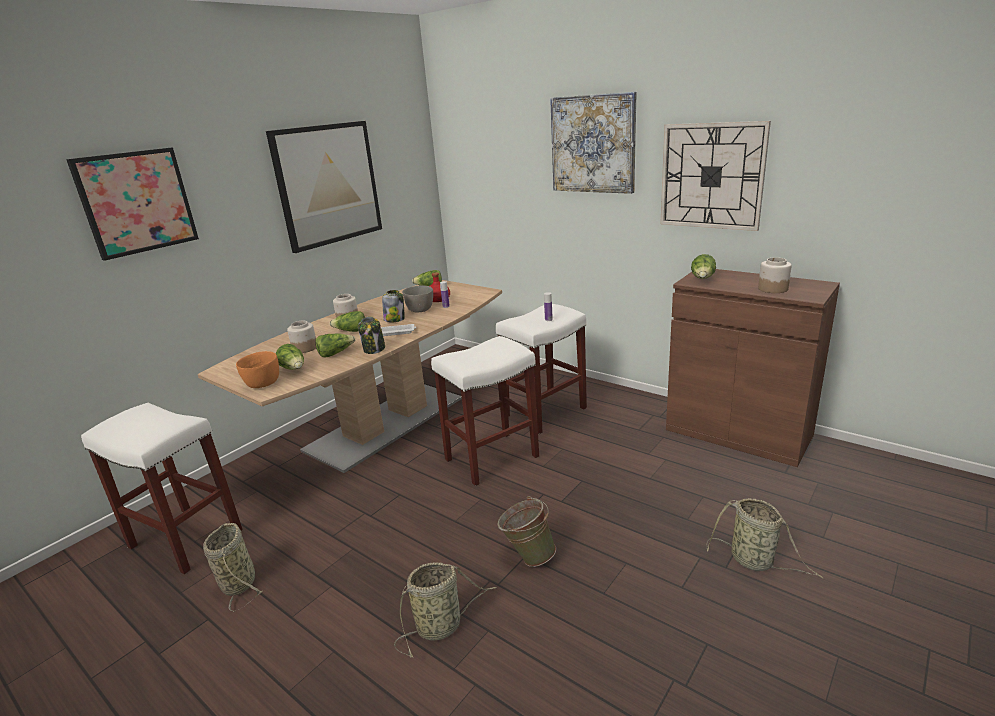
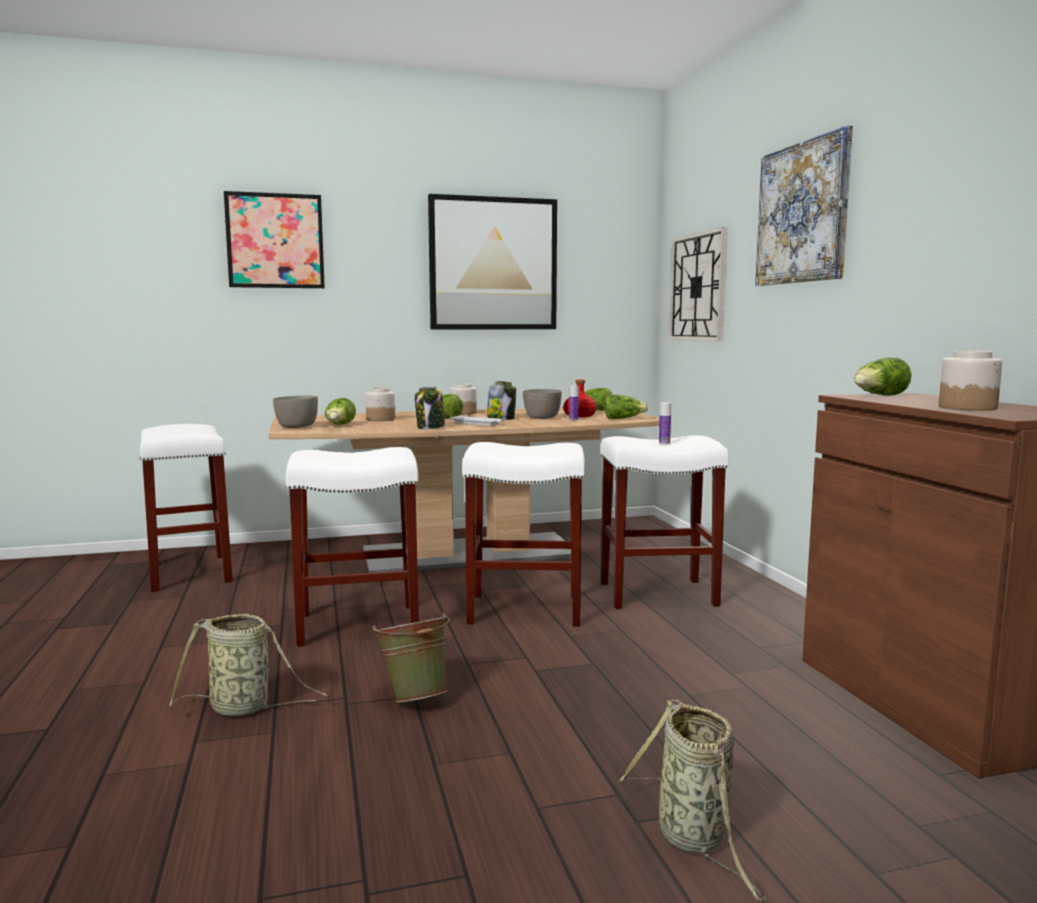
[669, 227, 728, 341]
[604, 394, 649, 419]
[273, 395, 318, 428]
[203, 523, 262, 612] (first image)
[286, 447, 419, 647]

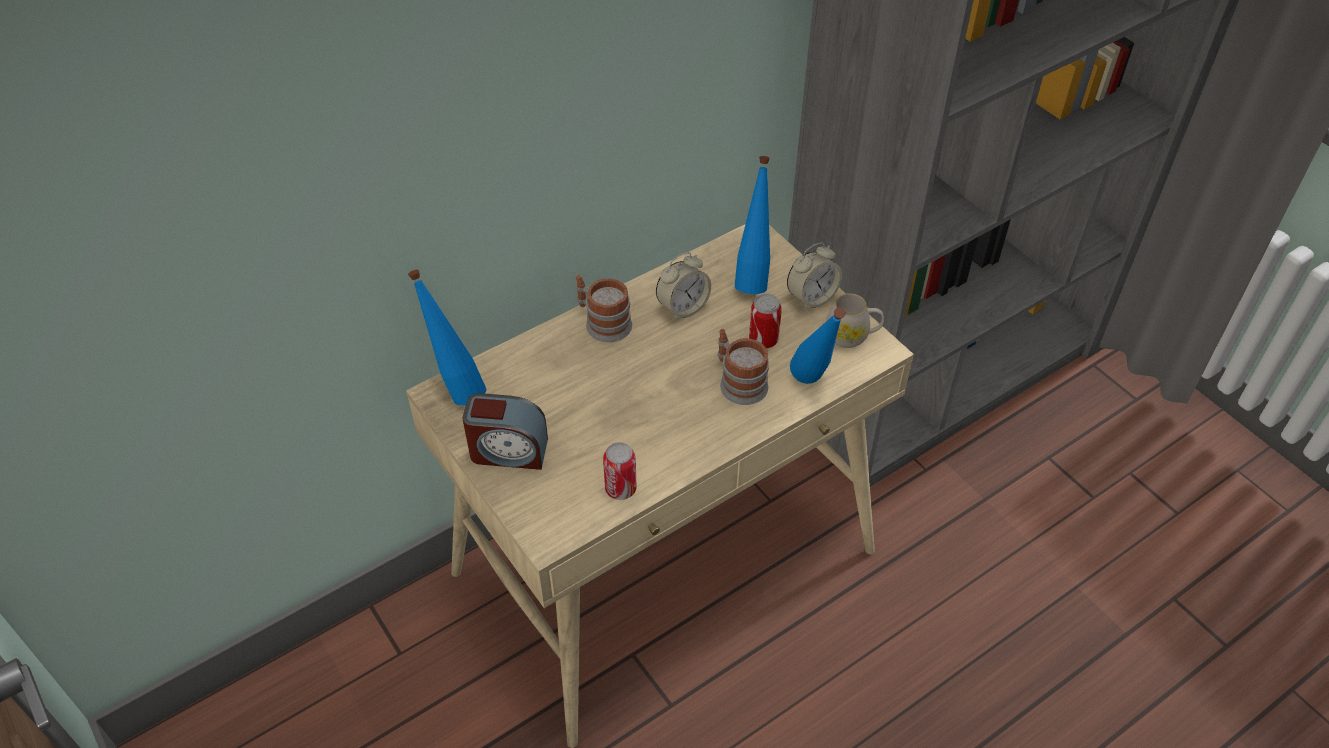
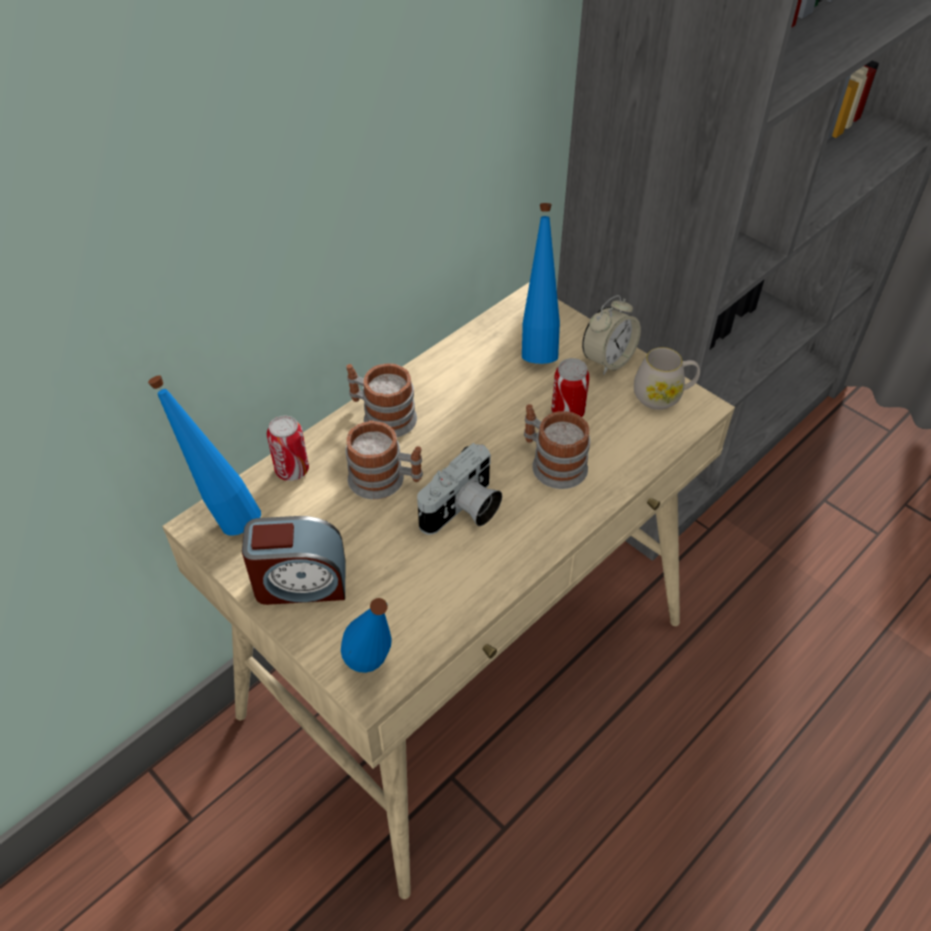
[656, 252, 711, 321] (first image)
[341, 598, 392, 673]
[267, 416, 309, 481]
[346, 420, 423, 499]
[417, 443, 502, 535]

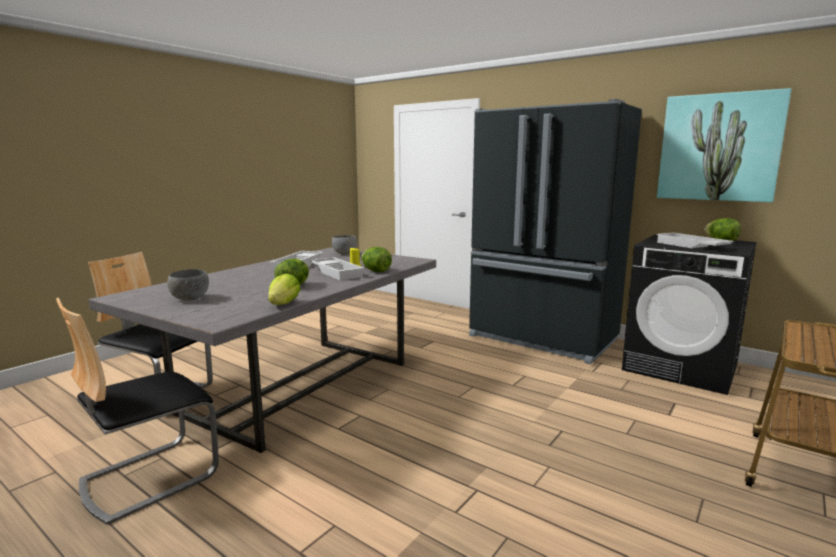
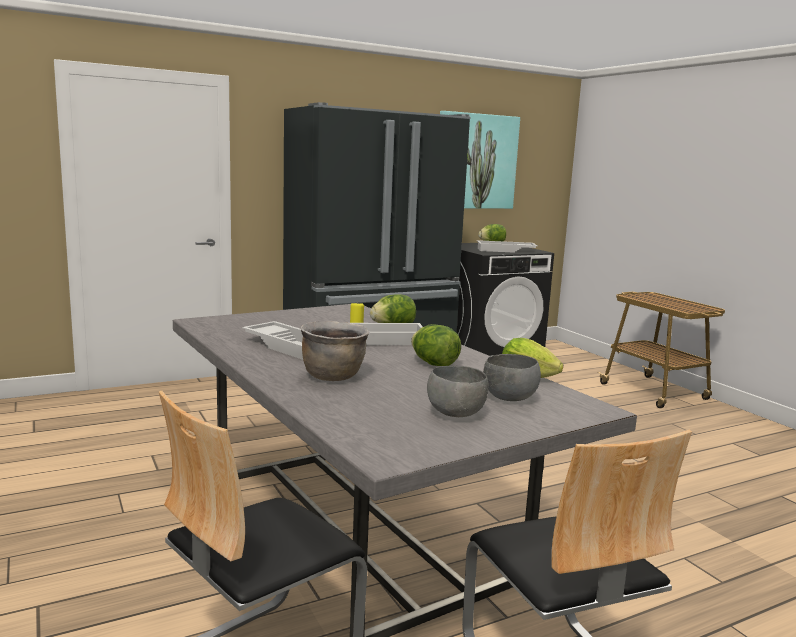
[483, 354, 541, 401]
[300, 321, 369, 381]

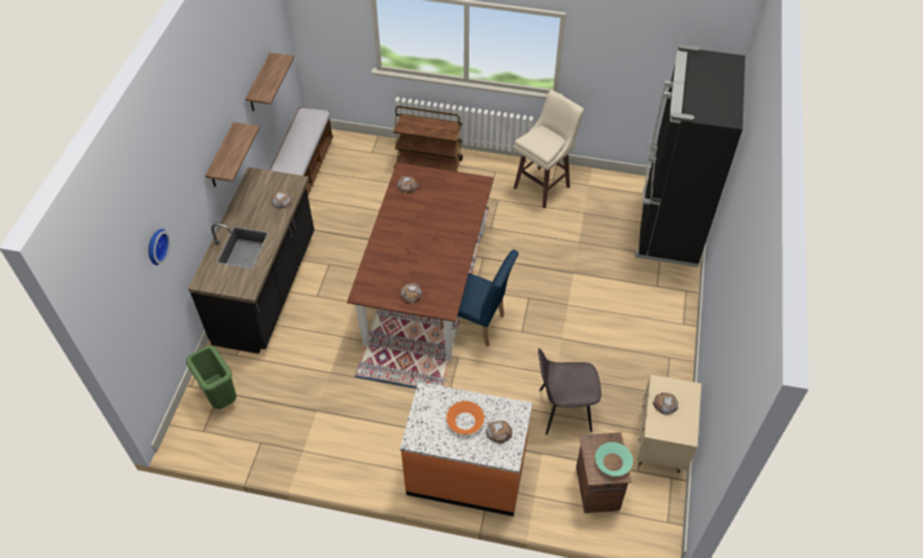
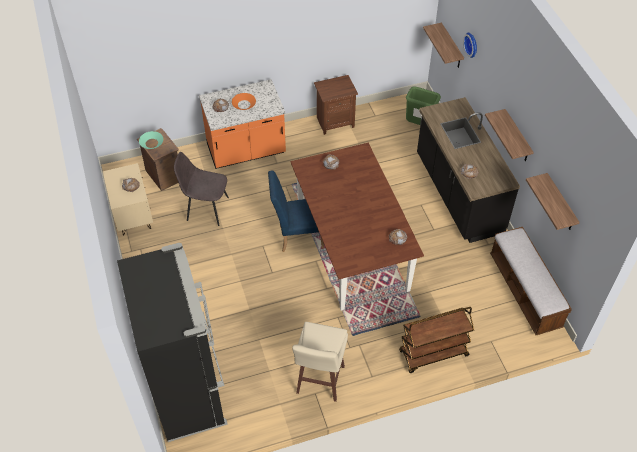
[174, 152, 229, 226]
[423, 23, 464, 68]
[314, 75, 358, 135]

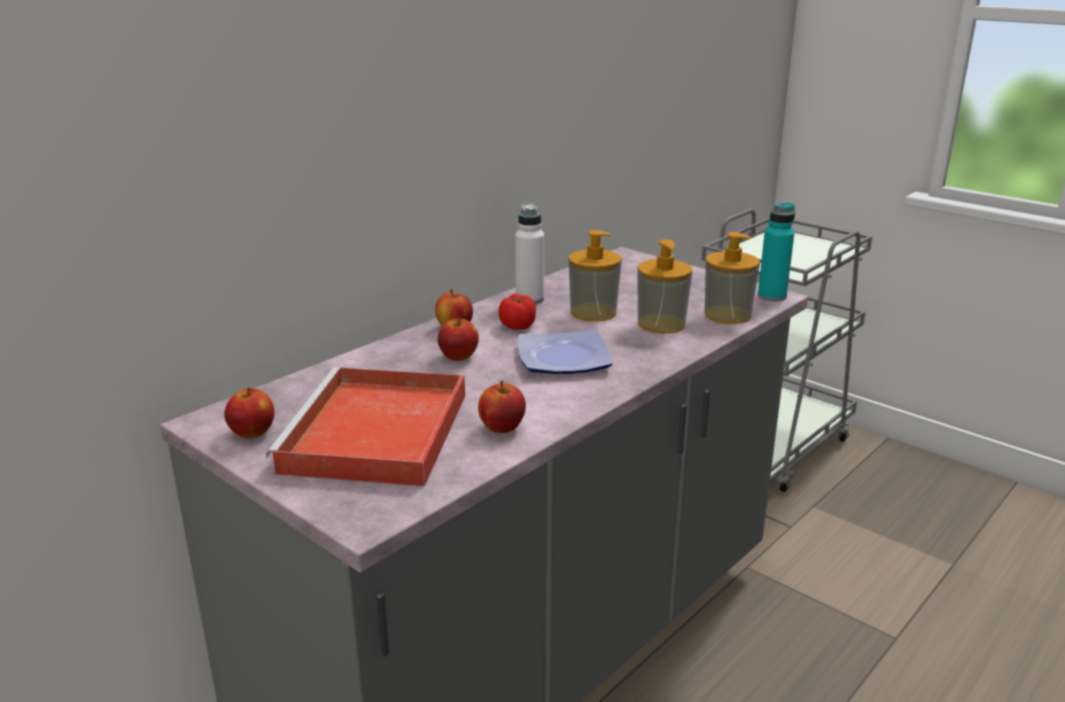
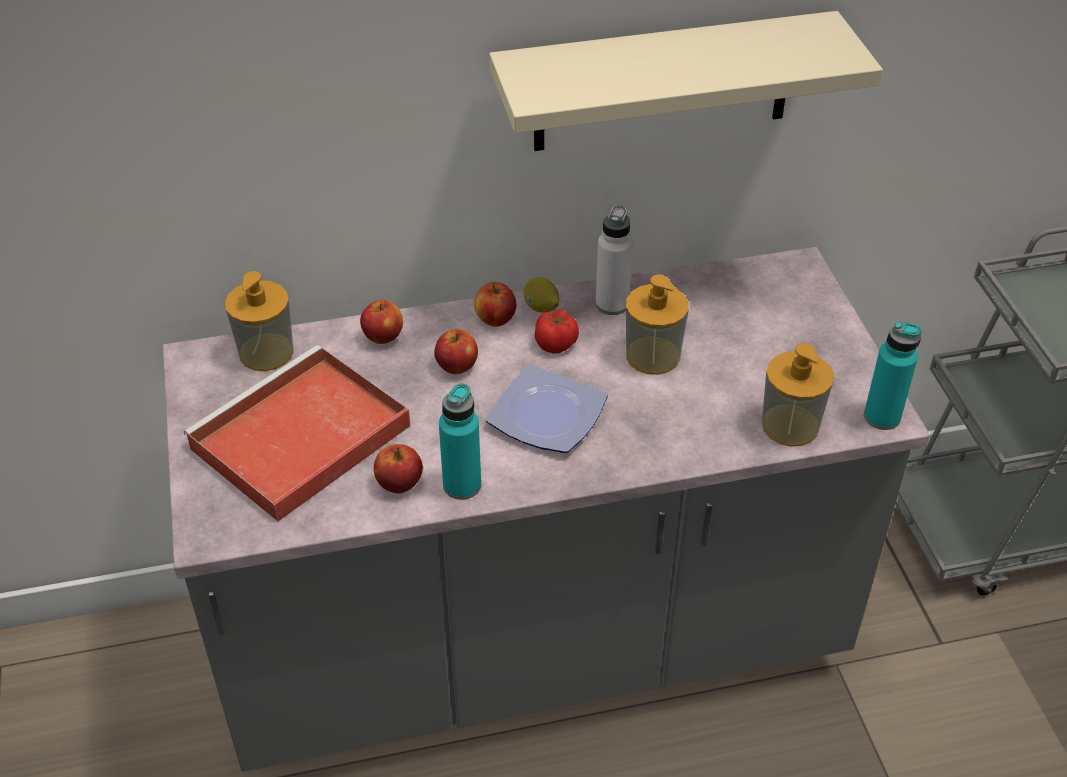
[225, 271, 294, 371]
[360, 300, 403, 344]
[489, 11, 883, 151]
[524, 277, 559, 313]
[439, 383, 481, 500]

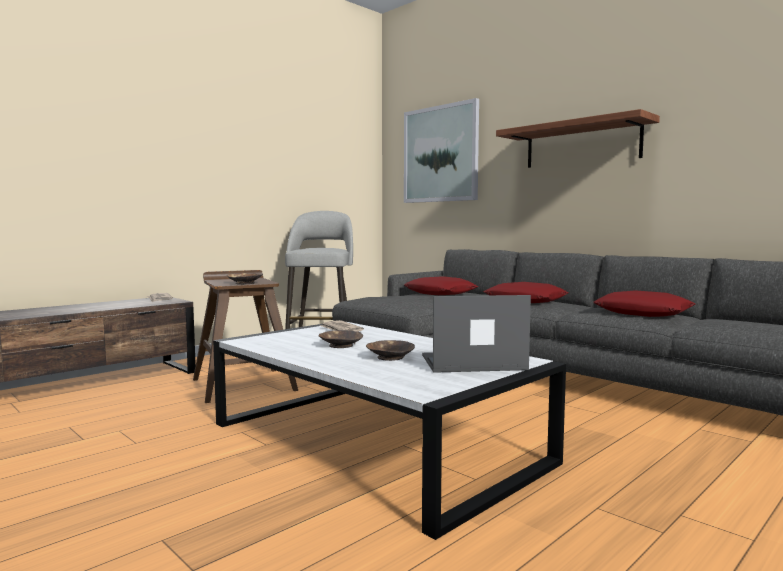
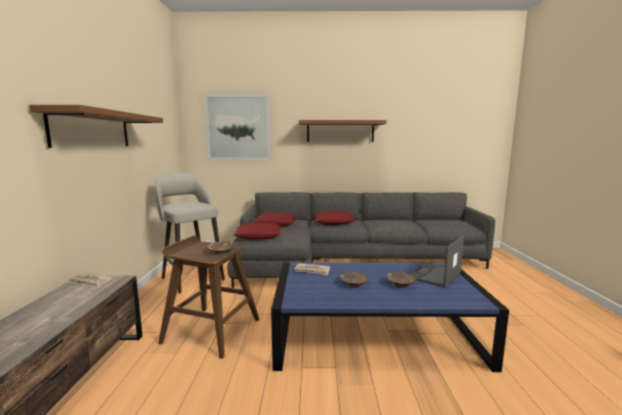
[233, 223, 282, 240]
[271, 262, 509, 372]
[29, 105, 163, 148]

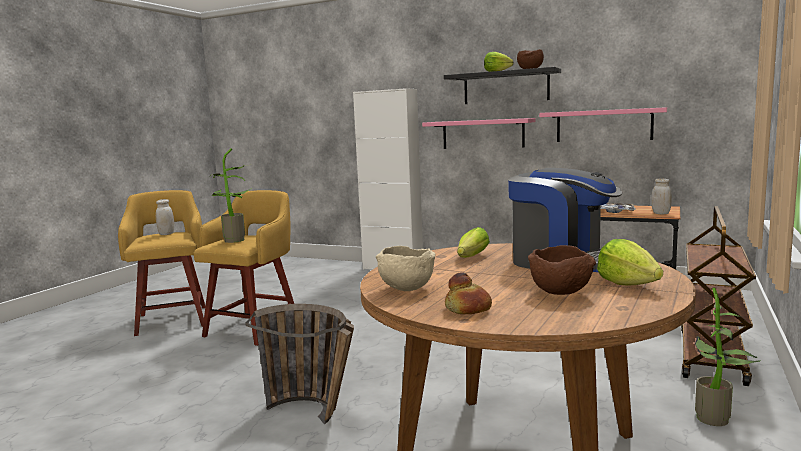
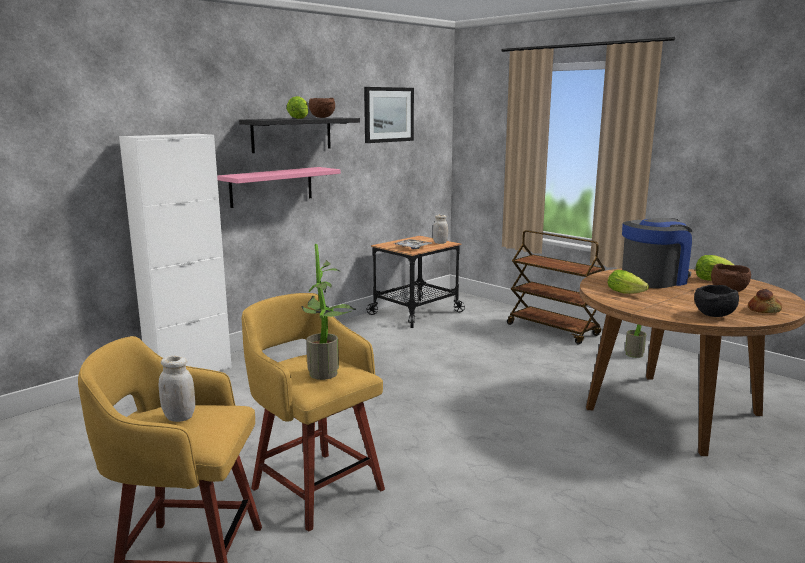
[539, 107, 667, 142] (first image)
[694, 285, 739, 317]
[245, 304, 354, 425] (first image)
[364, 87, 414, 143]

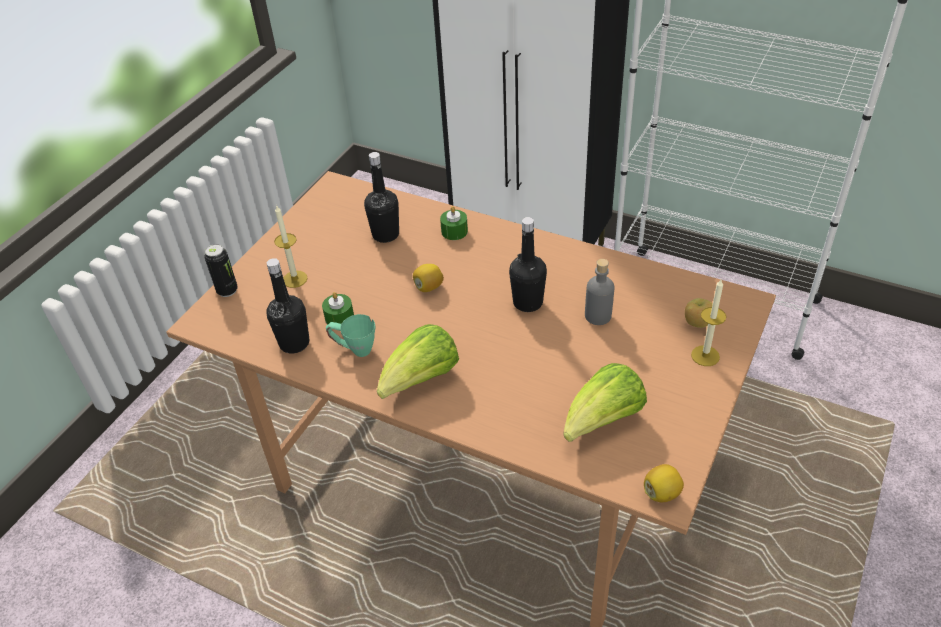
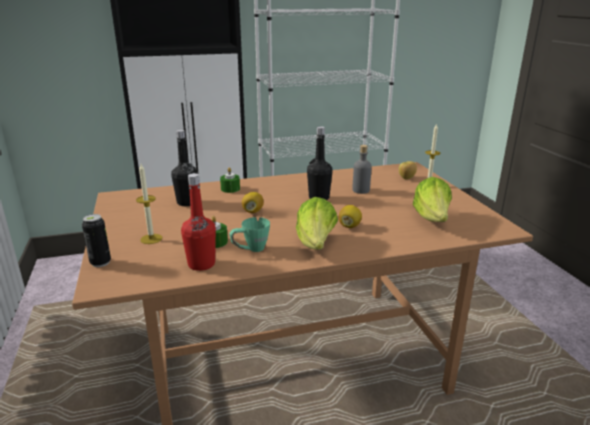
[181, 173, 216, 271]
[339, 205, 362, 228]

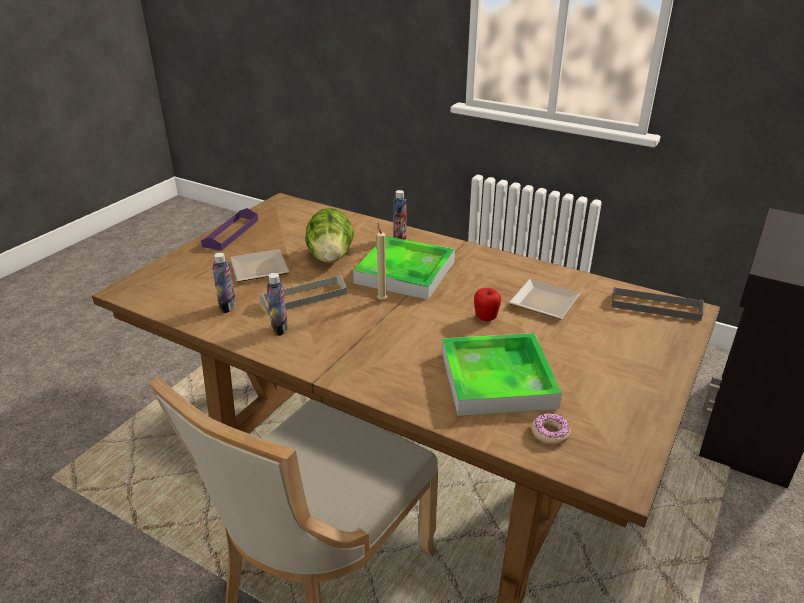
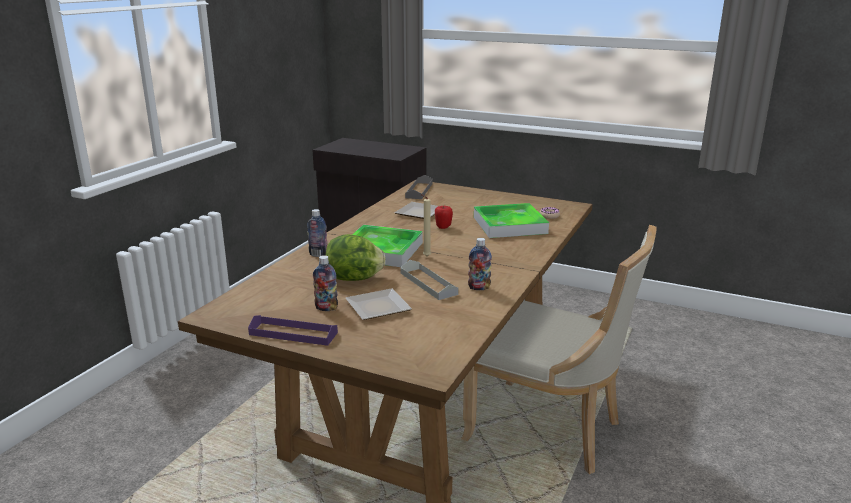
[313, 255, 338, 311]

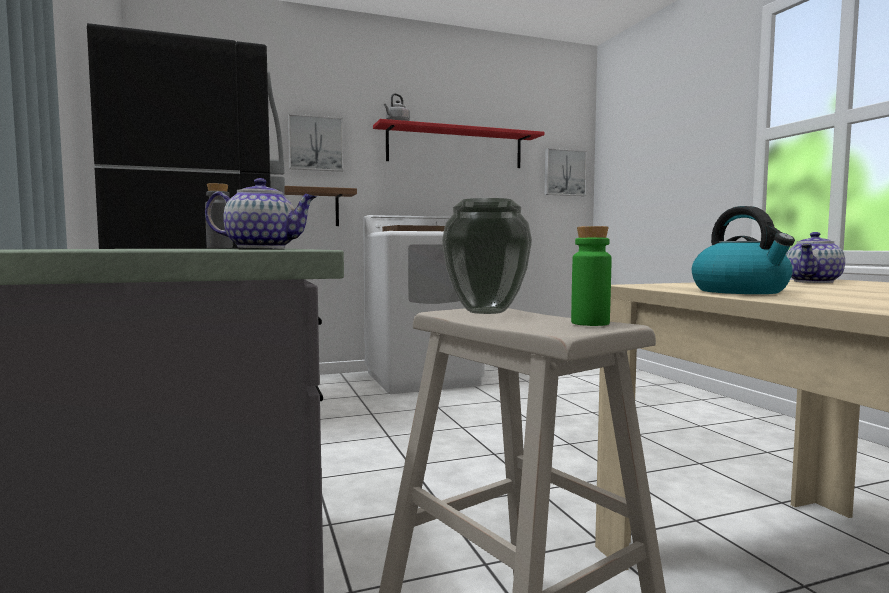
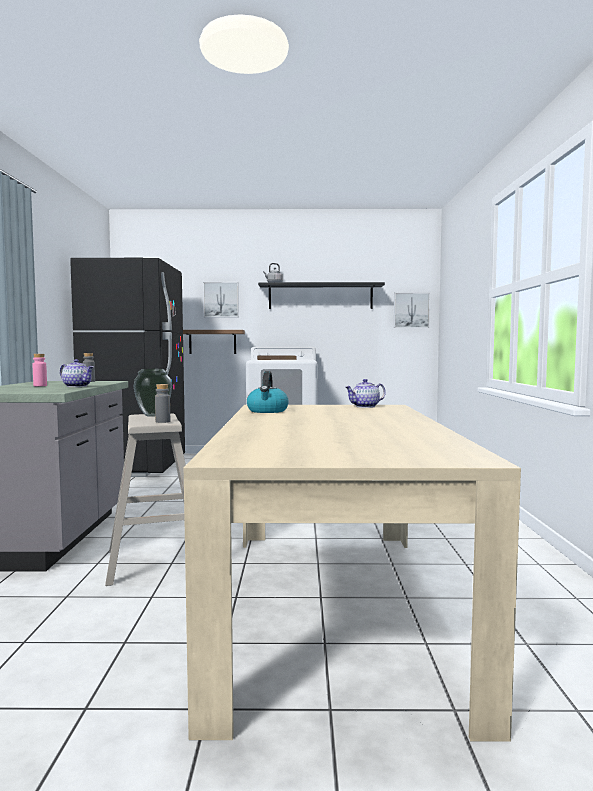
[258, 282, 385, 309]
[155, 384, 170, 423]
[33, 354, 47, 386]

